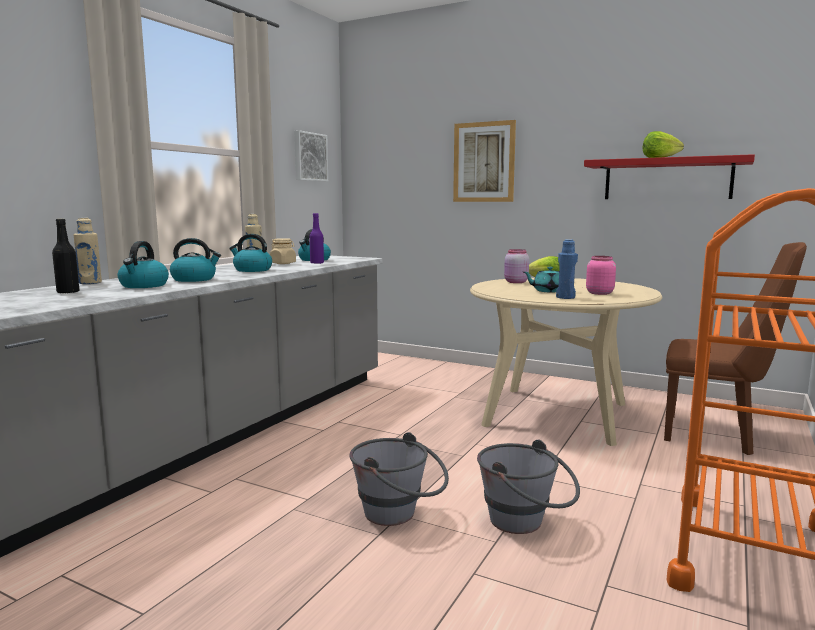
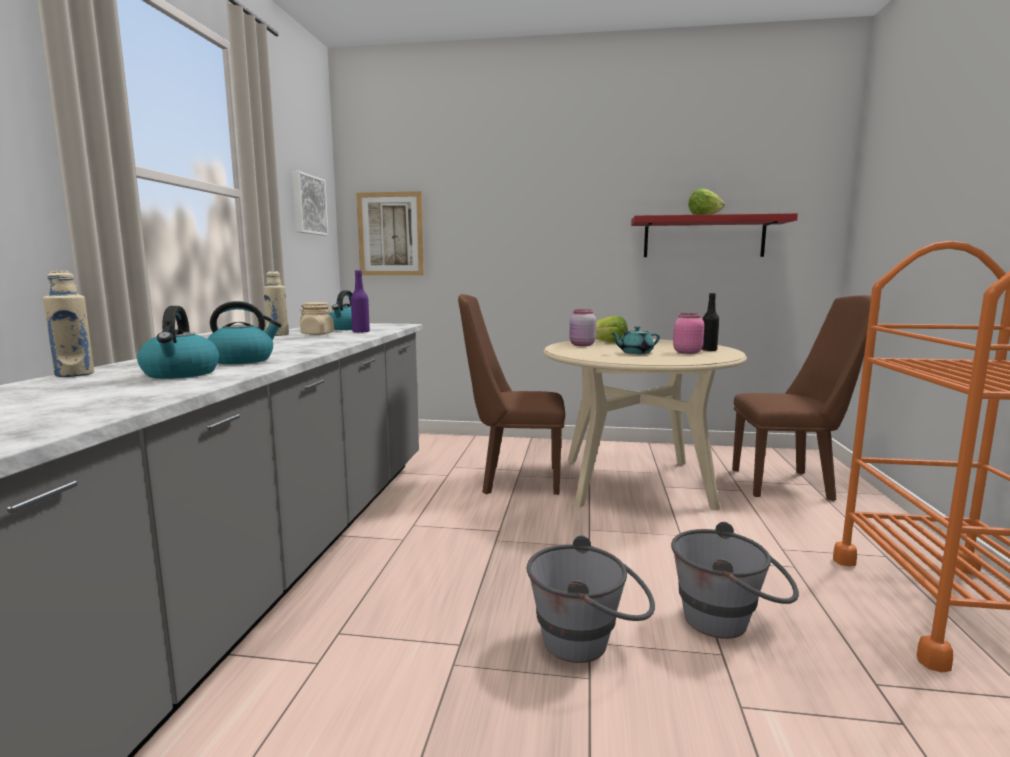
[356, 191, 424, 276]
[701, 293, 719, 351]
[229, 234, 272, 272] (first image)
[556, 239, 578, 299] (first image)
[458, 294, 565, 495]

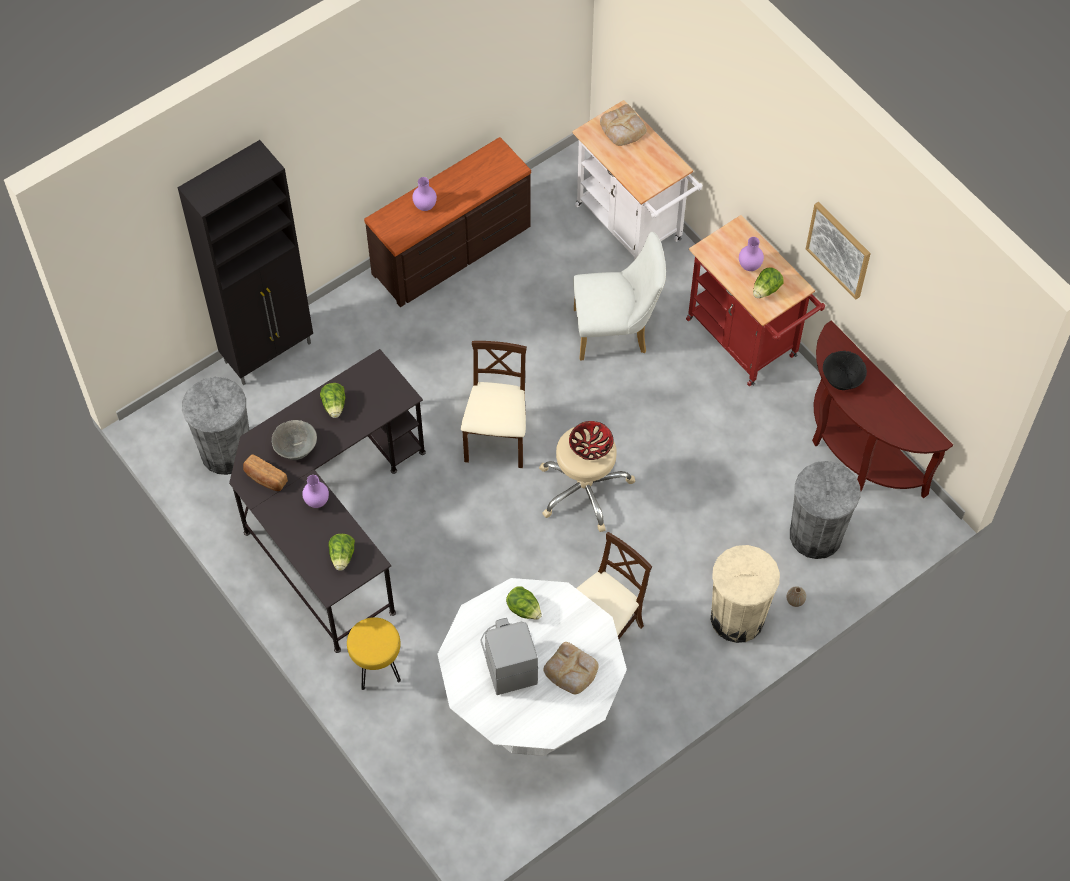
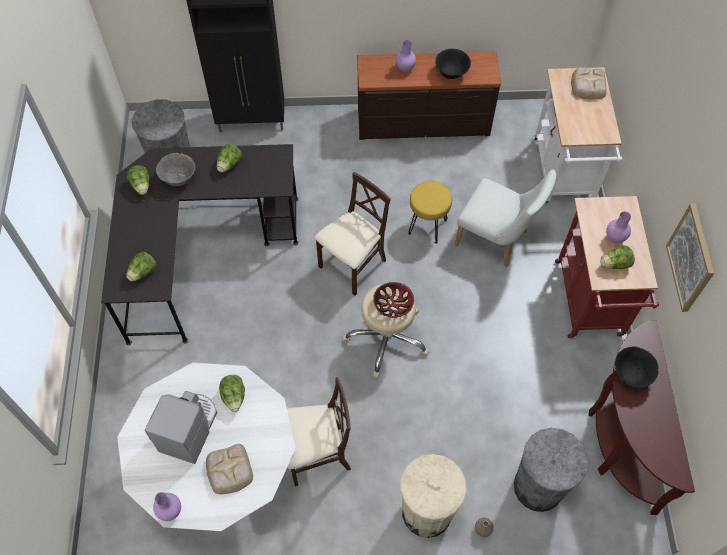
[127, 165, 149, 195]
[153, 492, 181, 521]
[408, 181, 452, 244]
[435, 49, 471, 79]

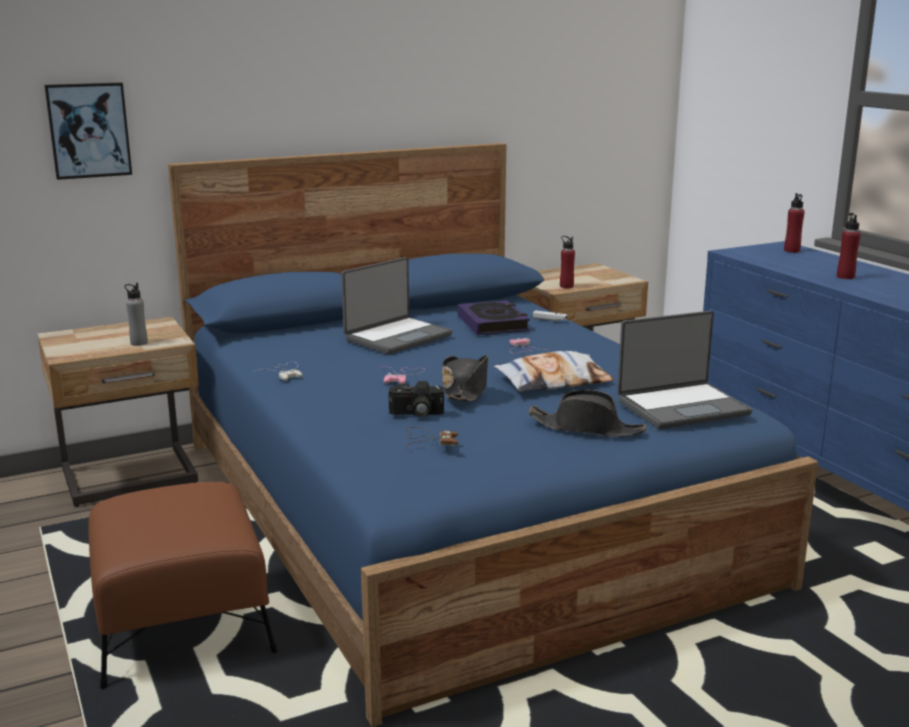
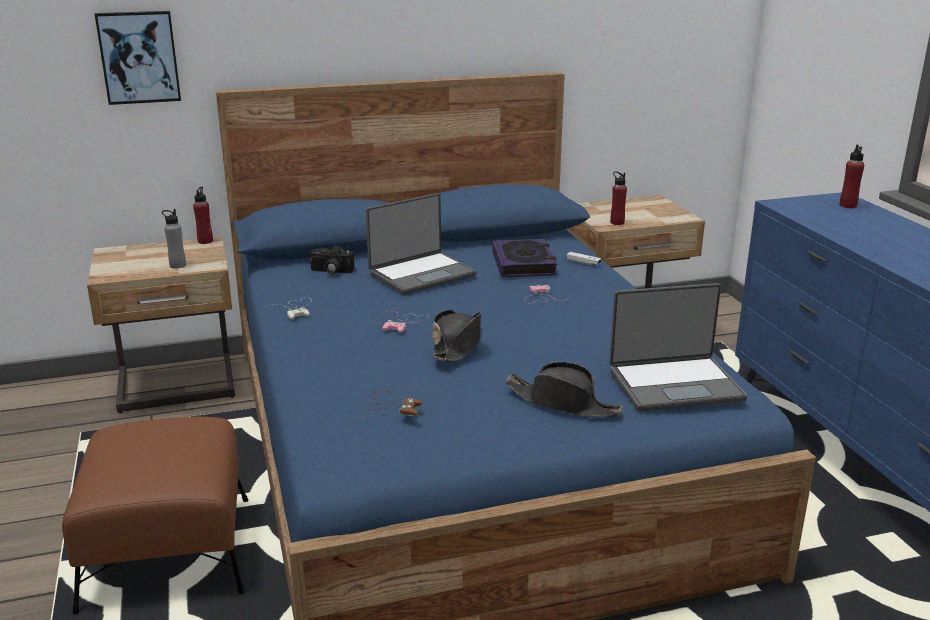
[193, 187, 213, 244]
[494, 351, 614, 392] (first image)
[310, 246, 354, 274]

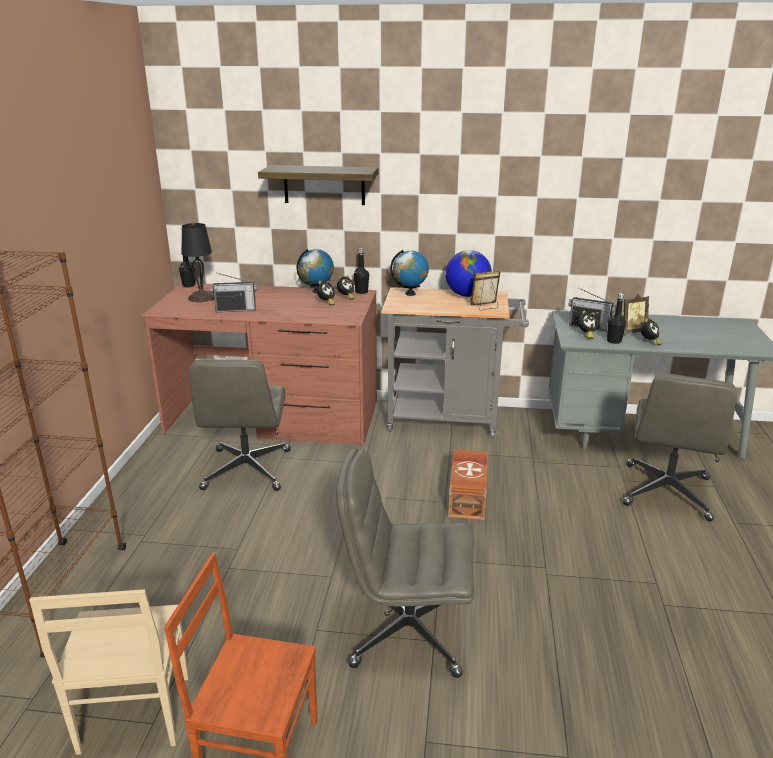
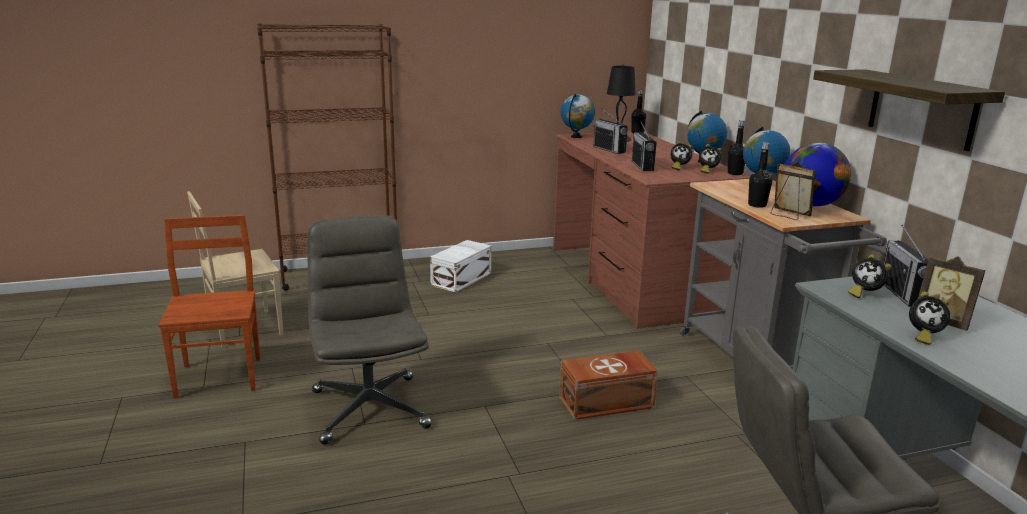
[813, 69, 1005, 151]
[748, 142, 772, 208]
[189, 359, 291, 491] (first image)
[561, 94, 595, 138]
[632, 121, 657, 171]
[430, 240, 491, 293]

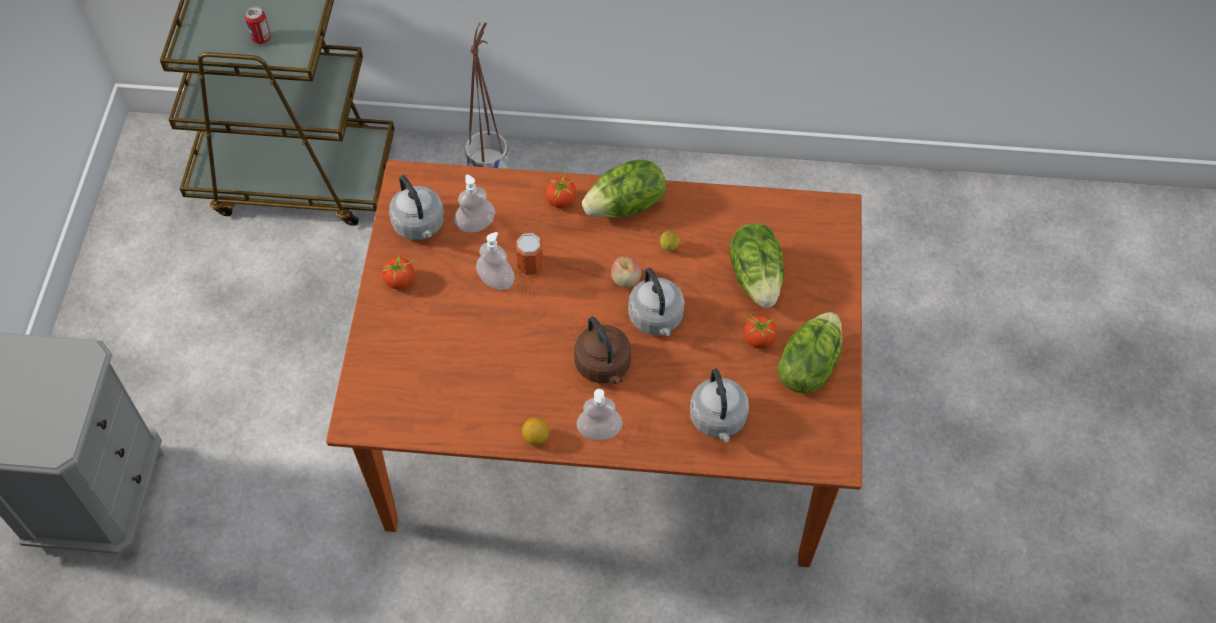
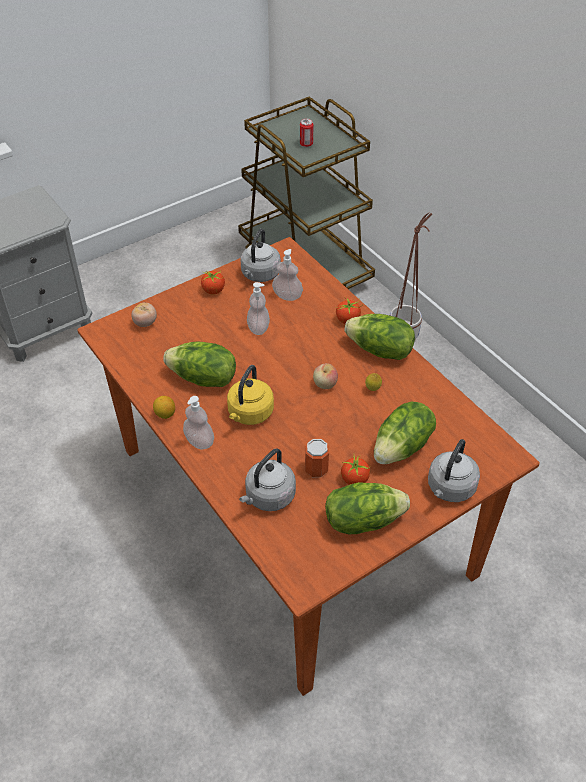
[305, 439, 329, 477]
[428, 439, 480, 502]
[227, 365, 274, 425]
[131, 303, 157, 327]
[163, 342, 236, 387]

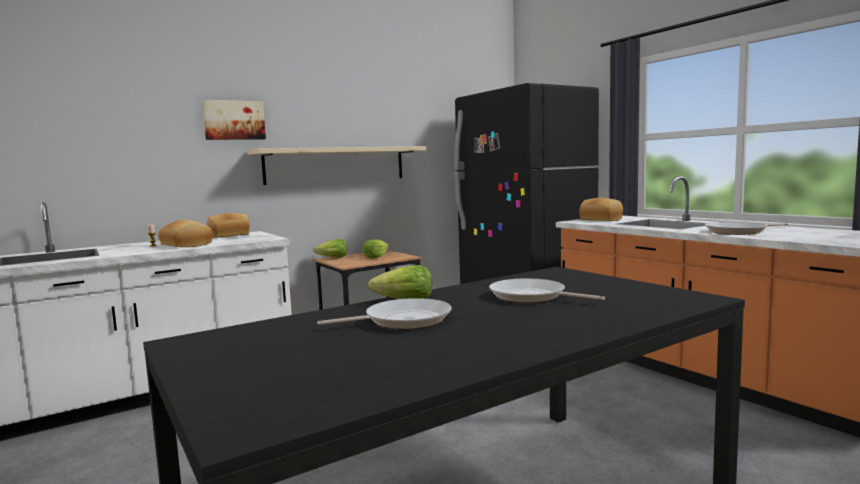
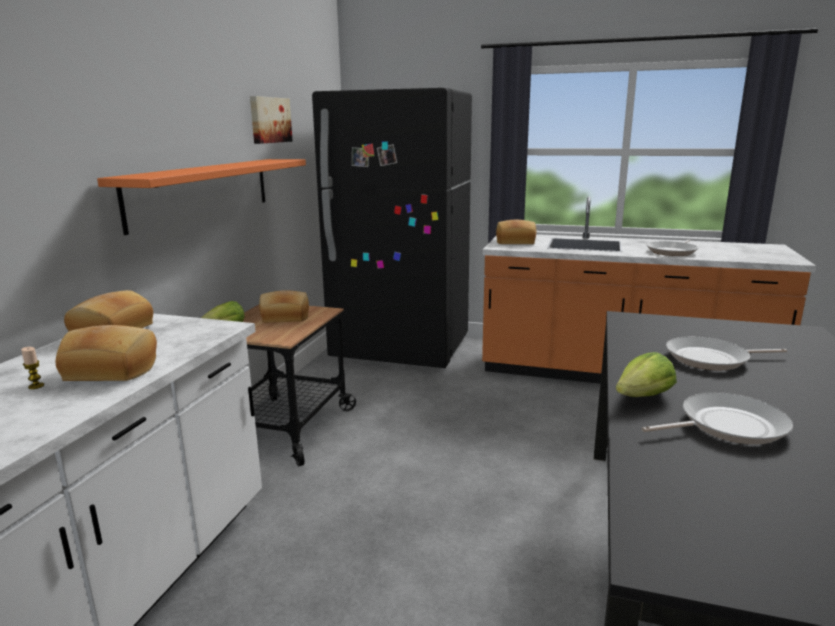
[250, 96, 293, 144]
[97, 159, 306, 235]
[259, 290, 309, 323]
[642, 392, 793, 444]

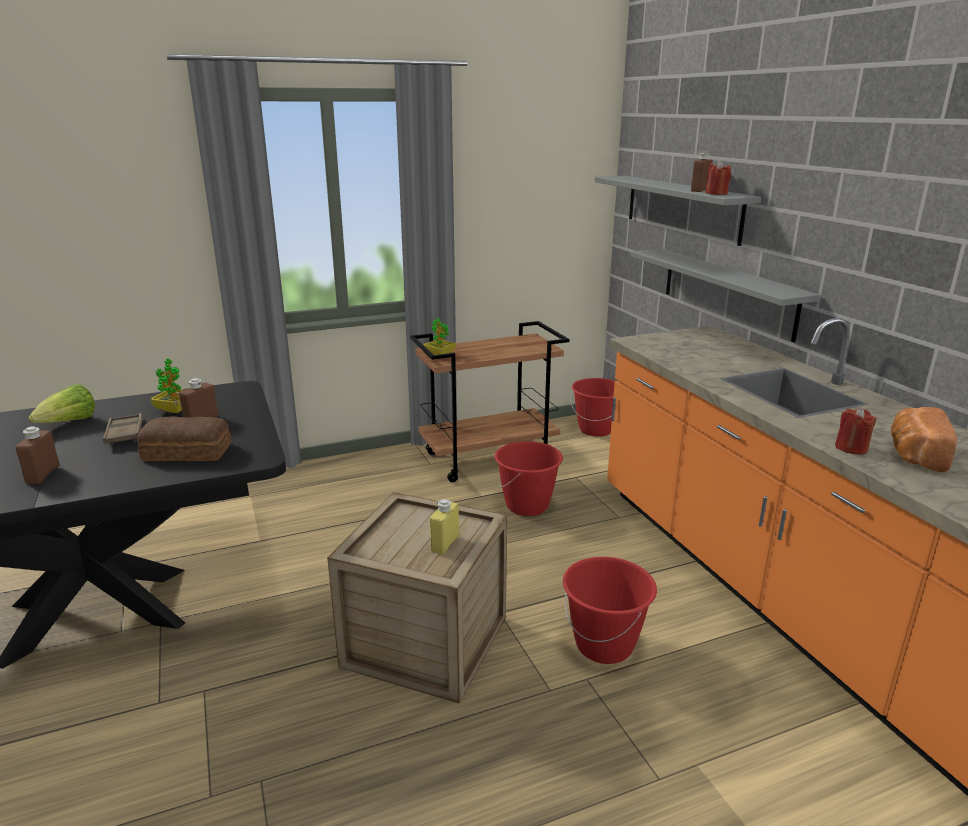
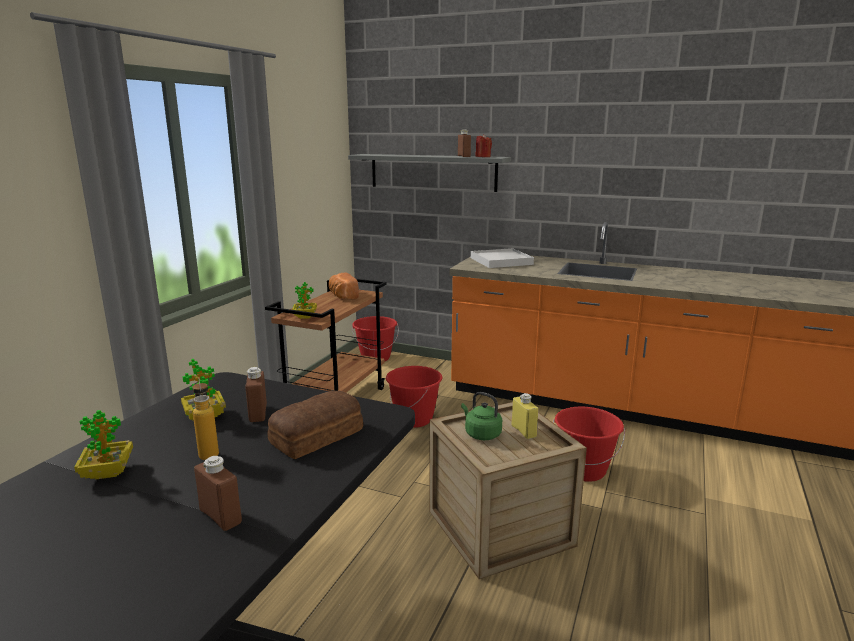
[630, 249, 820, 342] (first image)
[74, 410, 133, 480]
[329, 272, 359, 300]
[835, 408, 877, 455] (first image)
[192, 377, 219, 460]
[471, 248, 534, 268]
[461, 392, 502, 440]

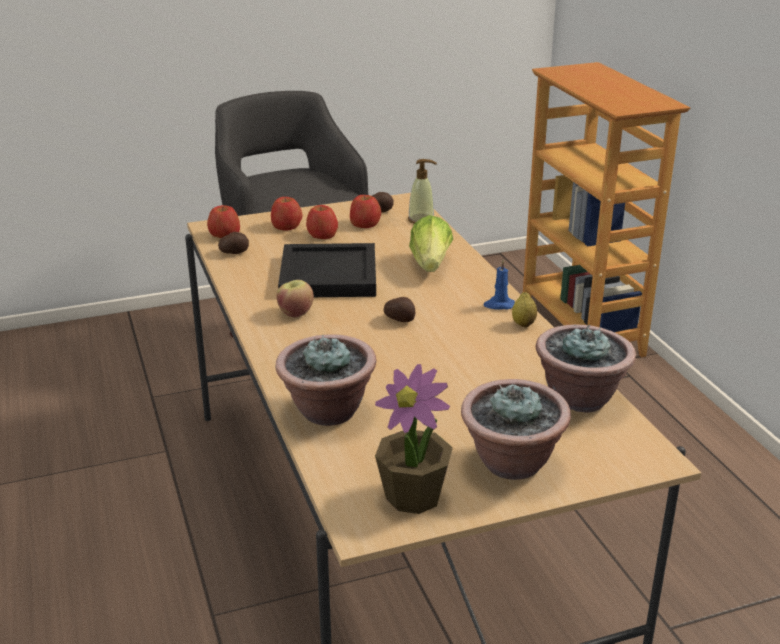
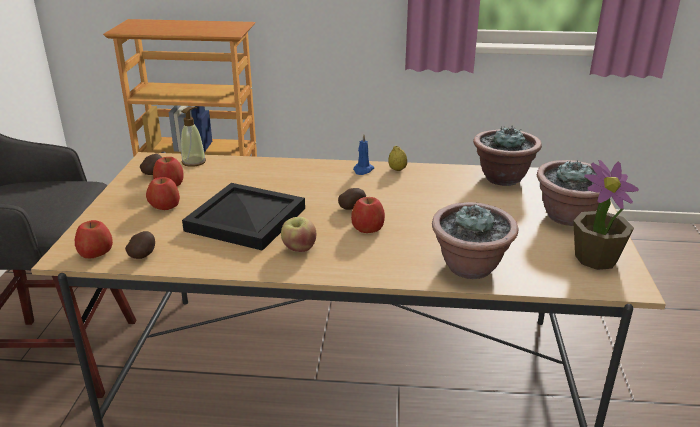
[351, 197, 385, 233]
[409, 215, 453, 272] (first image)

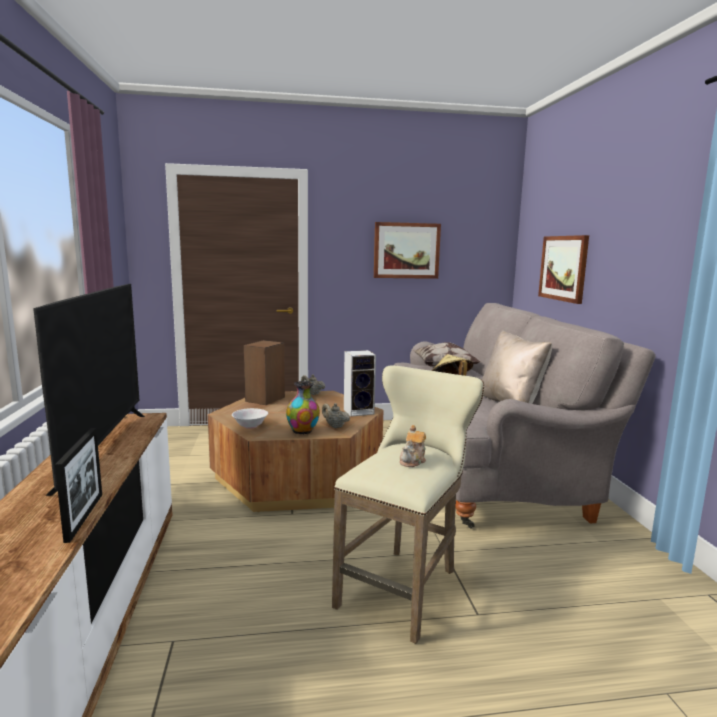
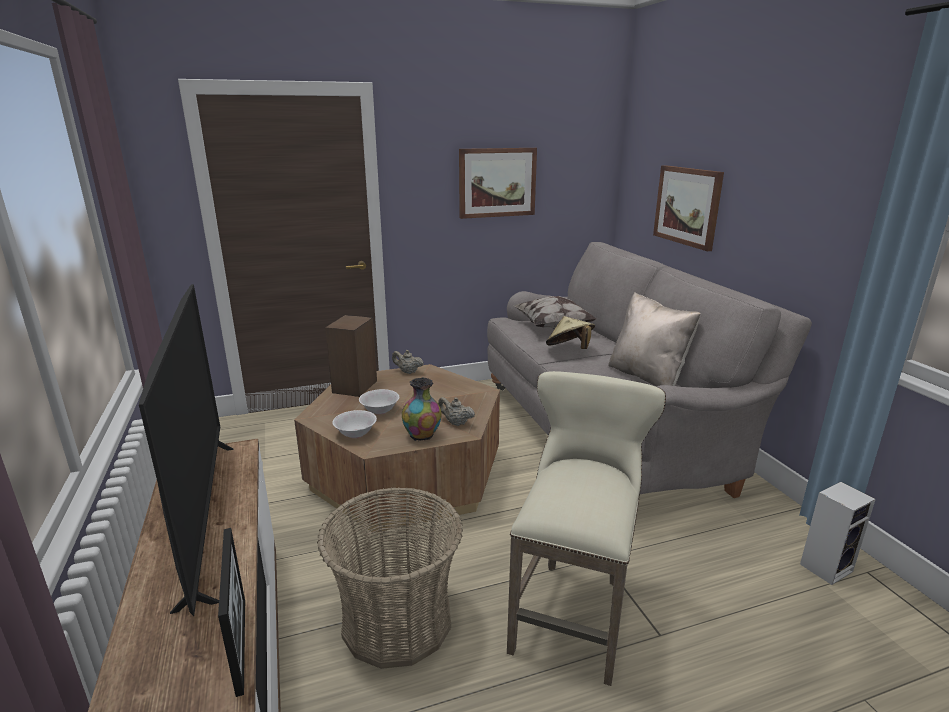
[800, 482, 876, 585]
[400, 425, 426, 467] (first image)
[359, 389, 399, 415]
[317, 487, 463, 669]

